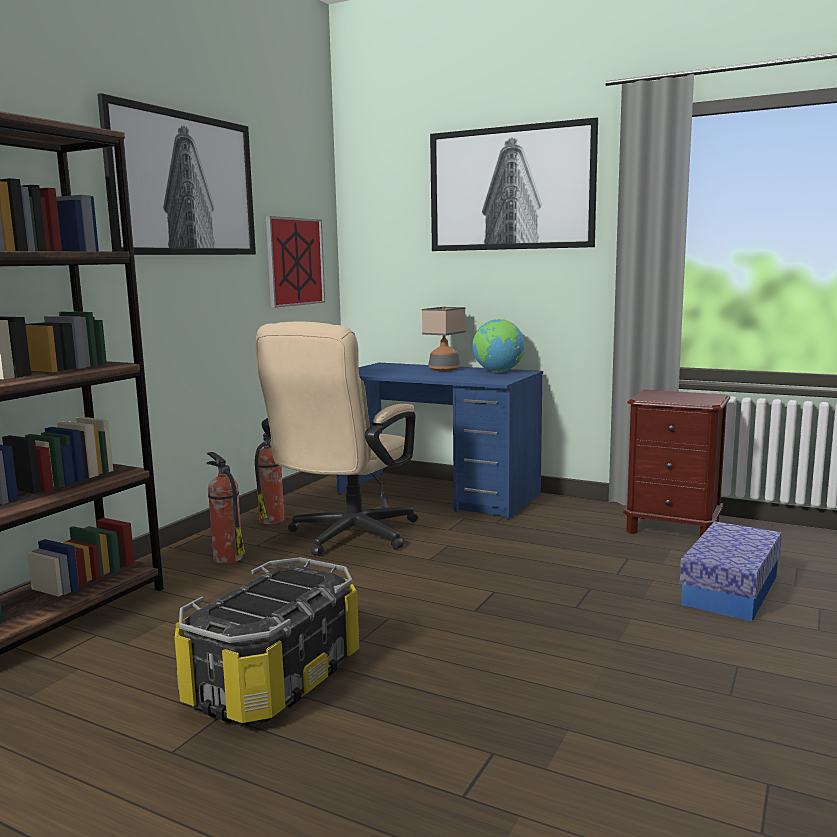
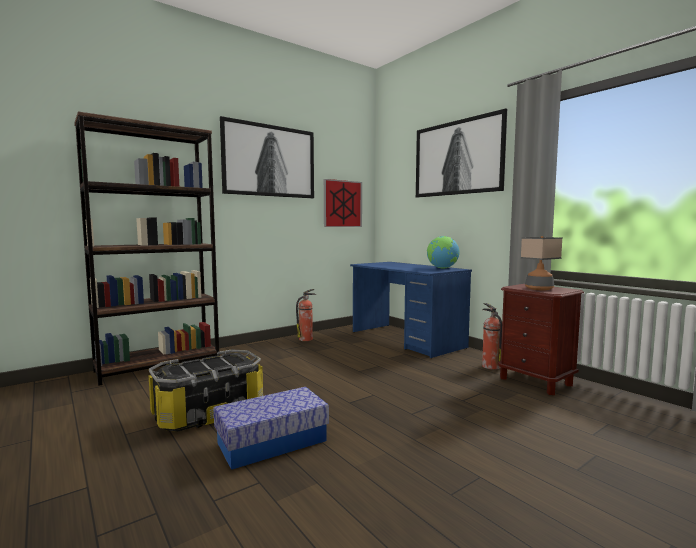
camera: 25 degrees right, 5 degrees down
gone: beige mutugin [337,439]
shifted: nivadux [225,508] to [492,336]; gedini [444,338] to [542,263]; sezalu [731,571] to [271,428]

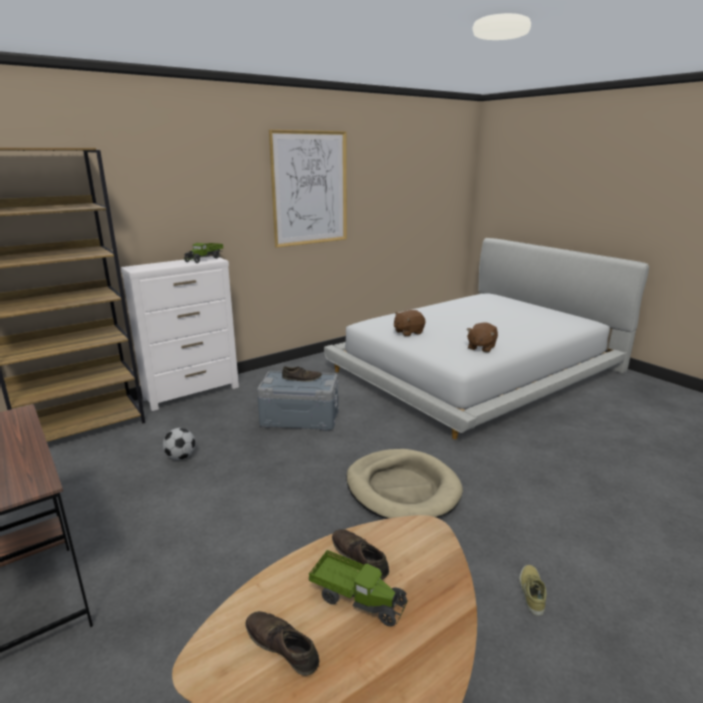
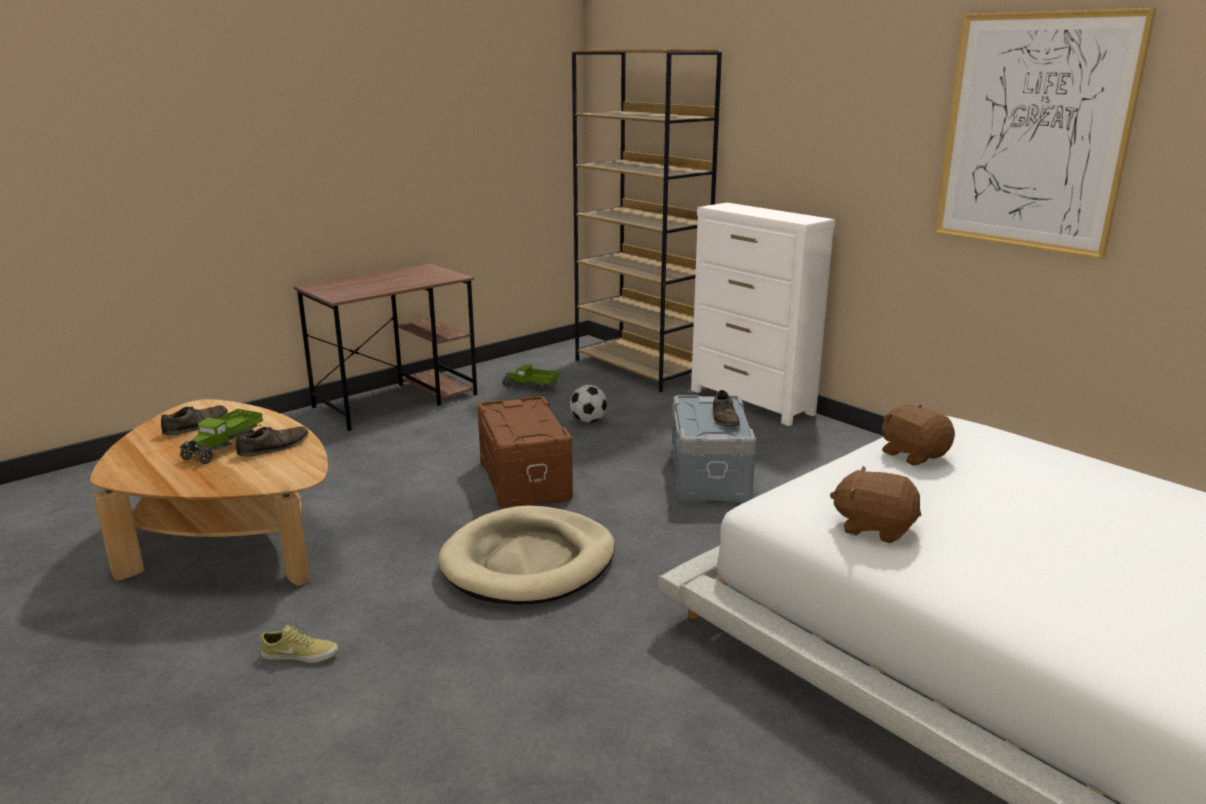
camera: 85 degrees right, 0 degrees up
new: brown sezalu [525,452]
shifted: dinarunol [203,253] to [530,379]

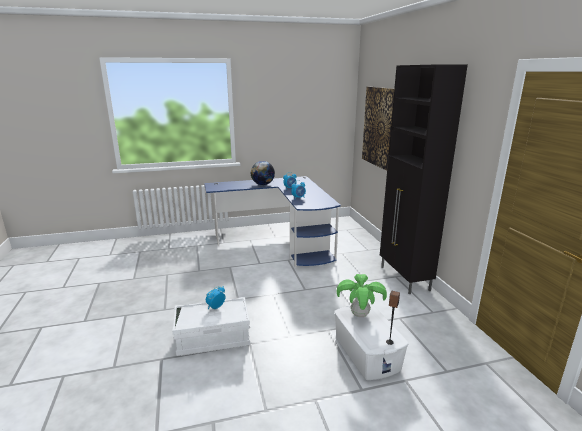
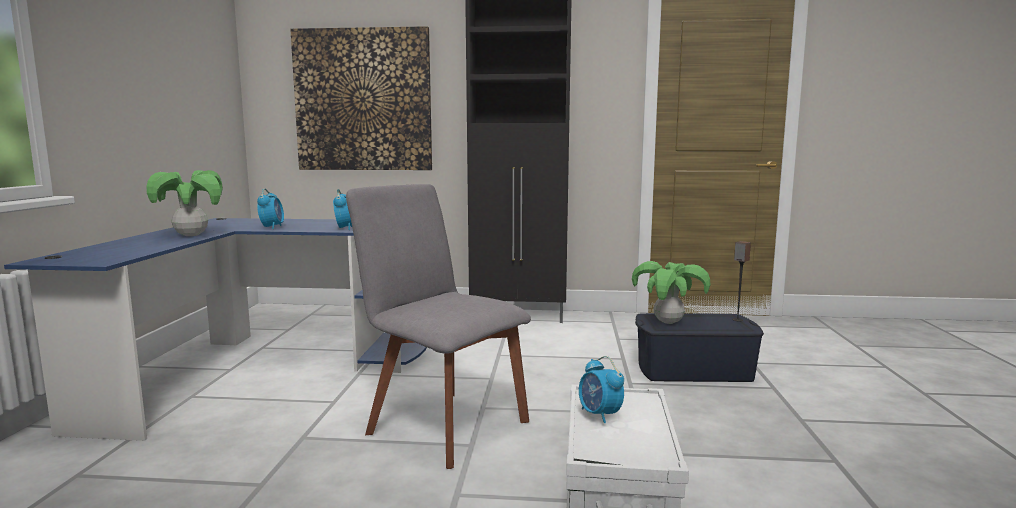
camera: 70 degrees left, 10 degrees down
new: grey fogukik [438,326]
swapped: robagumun [262,173] to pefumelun [185,203]
repainted: white sezalu [371,341] to blue sezalu [699,347]

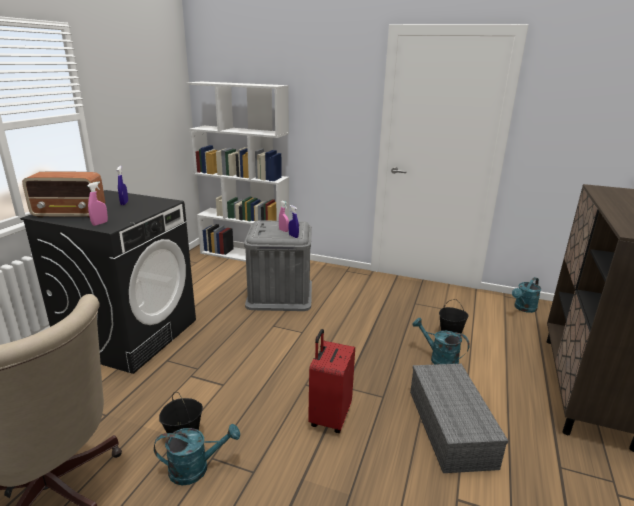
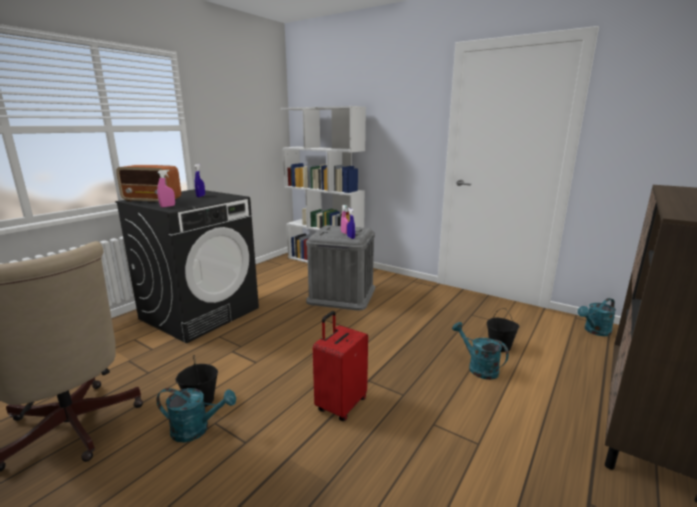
camera: 15 degrees right, 5 degrees down
gone: grey sezalu [459,418]

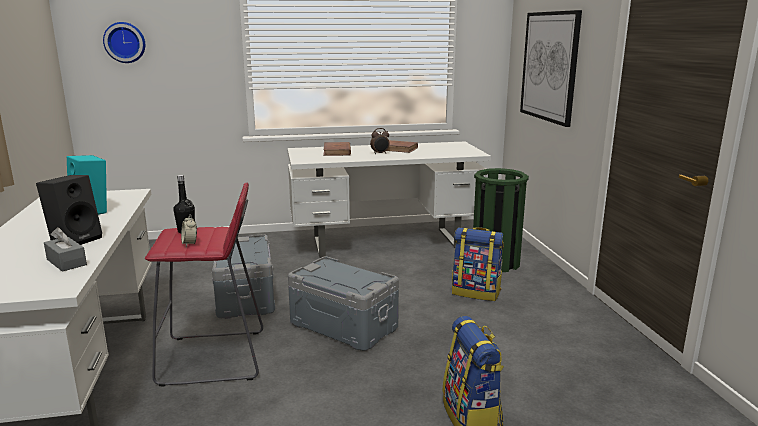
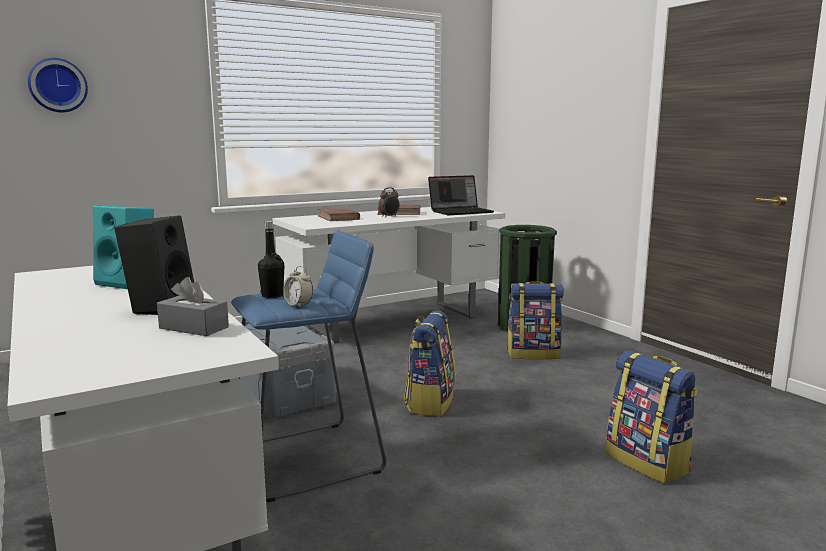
camera: 20 degrees left, 5 degrees down
gone: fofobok [551,68]
new: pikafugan [461,195]
swapped: grey sezalu [343,303] to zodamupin [430,363]
repainted: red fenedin [204,284] to blue fenedin [308,366]

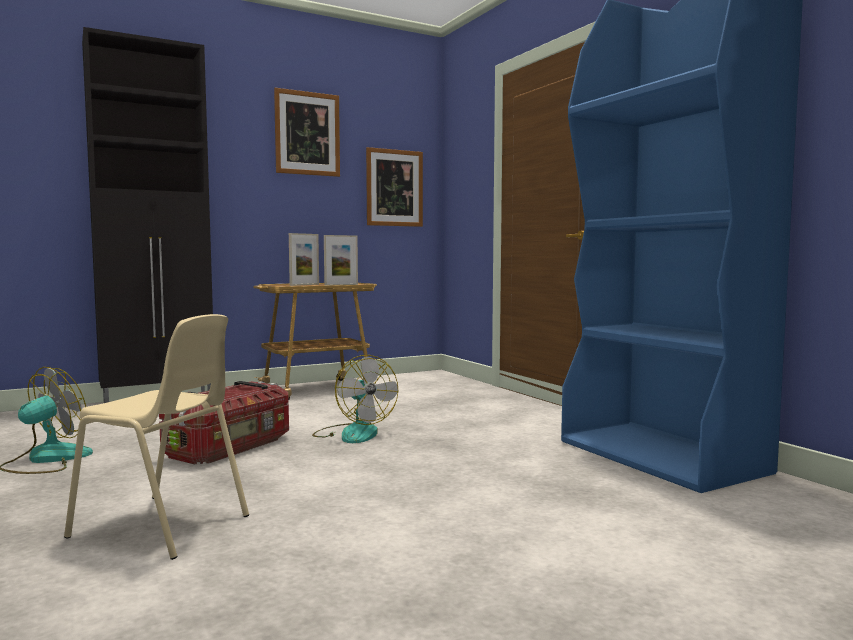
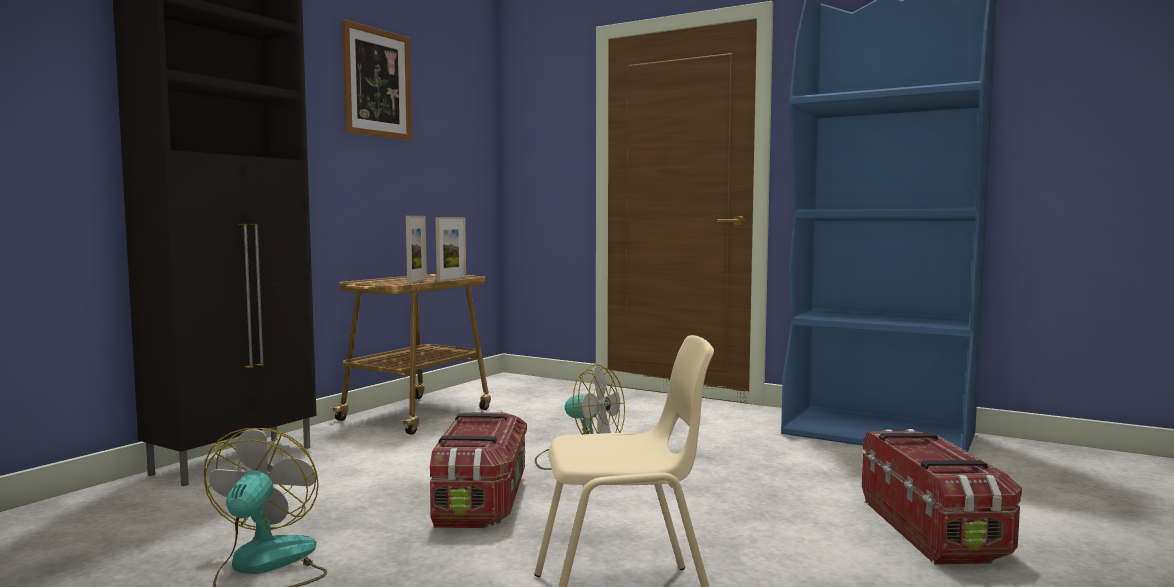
camera: 30 degrees left, 0 degrees up
gone: fofobok [394,187]
new: sezalu [942,497]

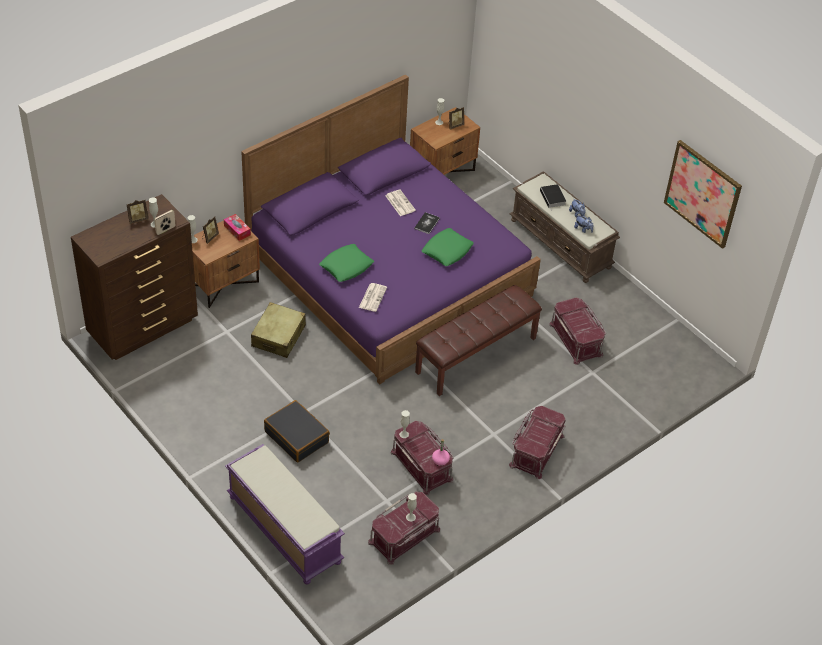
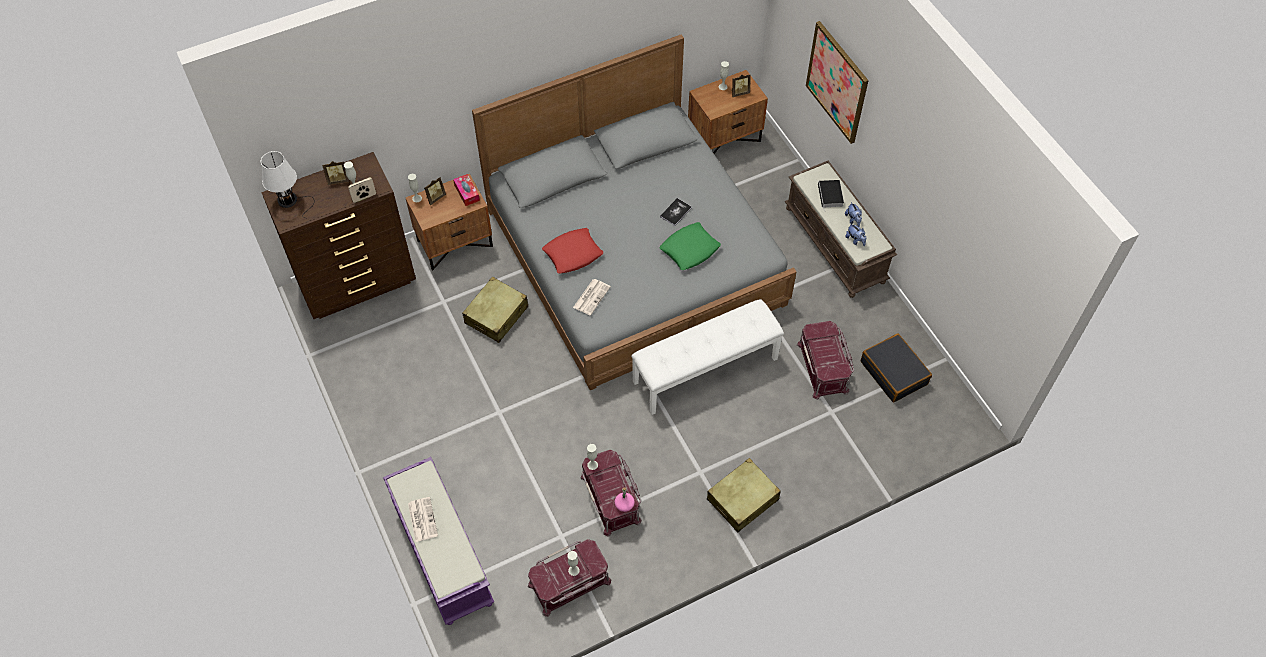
camera: 15 degrees right, 10 degrees up
new: white gedini [287,184]
shifted: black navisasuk [297,431] to [896,368]; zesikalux [400,203] to [423,519]; fofobok [703,194] to [837,82]
swapped: red sezalu [537,442] to beige navisasuk [744,495]
repainted: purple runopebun [391,229] to grey runopebun [634,212]; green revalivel [346,263] to red revalivel [572,250]; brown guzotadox [478,340] to white guzotadox [707,357]

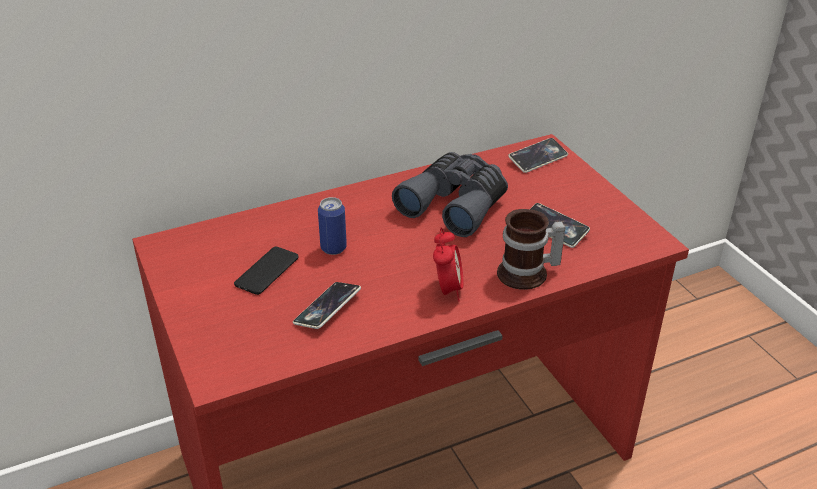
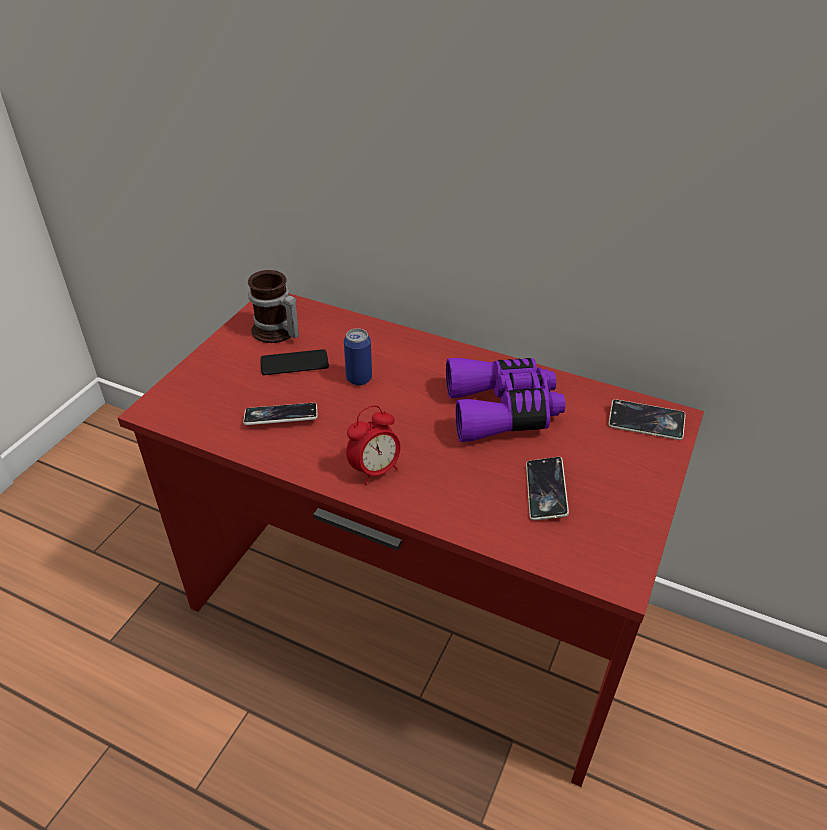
camera: 50 degrees right, 5 degrees up
shifted: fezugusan [531,249] to [273,306]
repainted: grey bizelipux [450,194] to purple bizelipux [505,400]

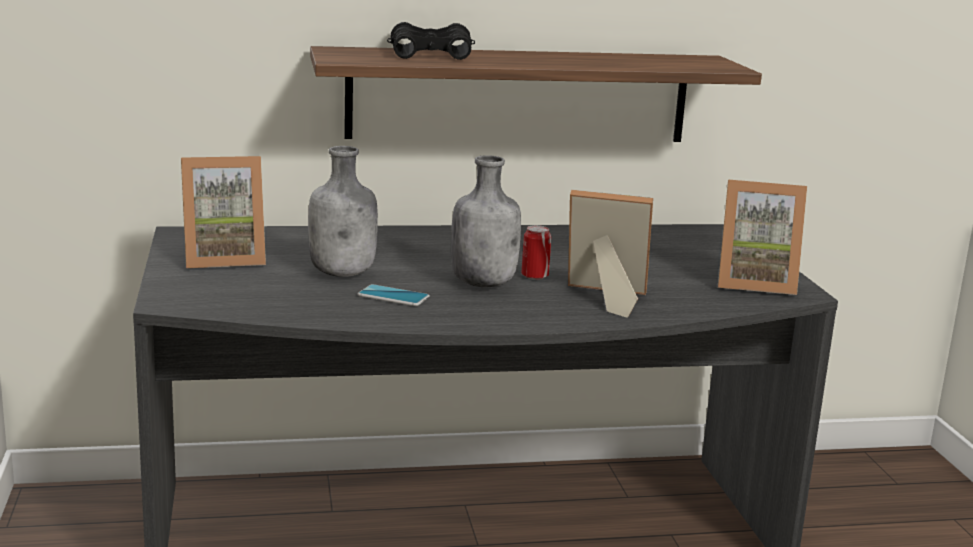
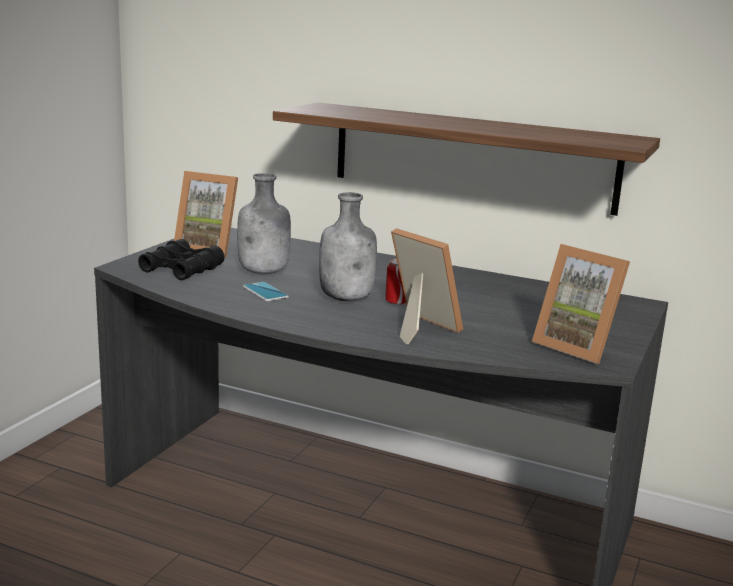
camera: 35 degrees right, 0 degrees up
shifted: black bizelipux [431,41] to [181,259]

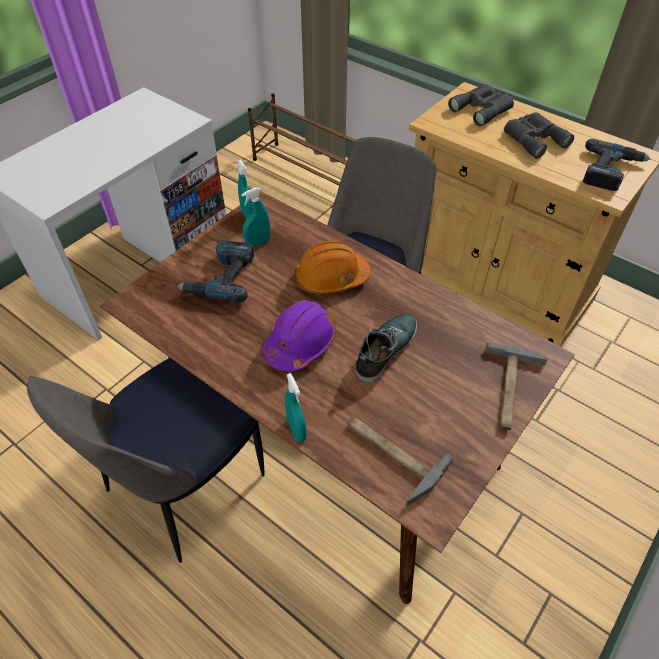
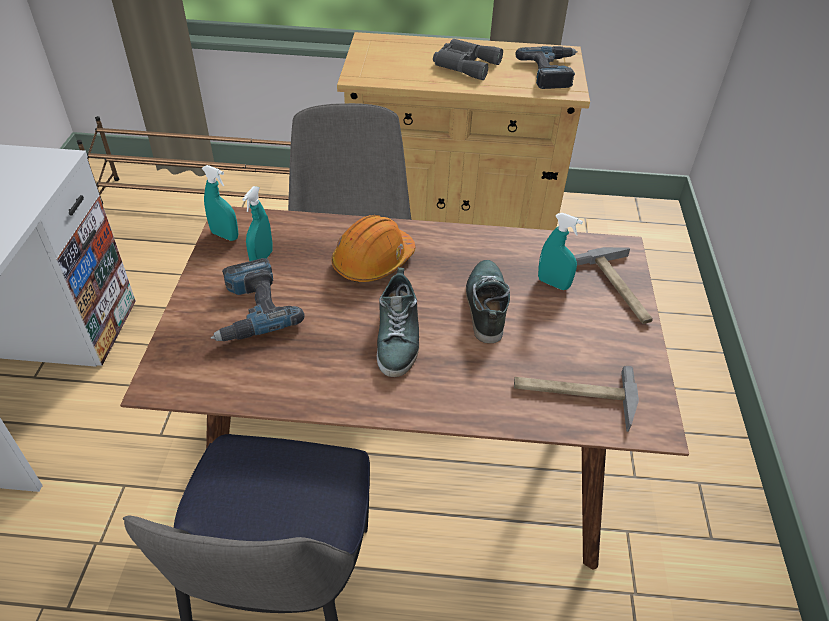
camera: 35 degrees left, 5 degrees down
gone: grey bizelipux [481,105]
shifted: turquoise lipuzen [296,408] to [560,251]
swapped: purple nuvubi [299,335] to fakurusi [398,322]

